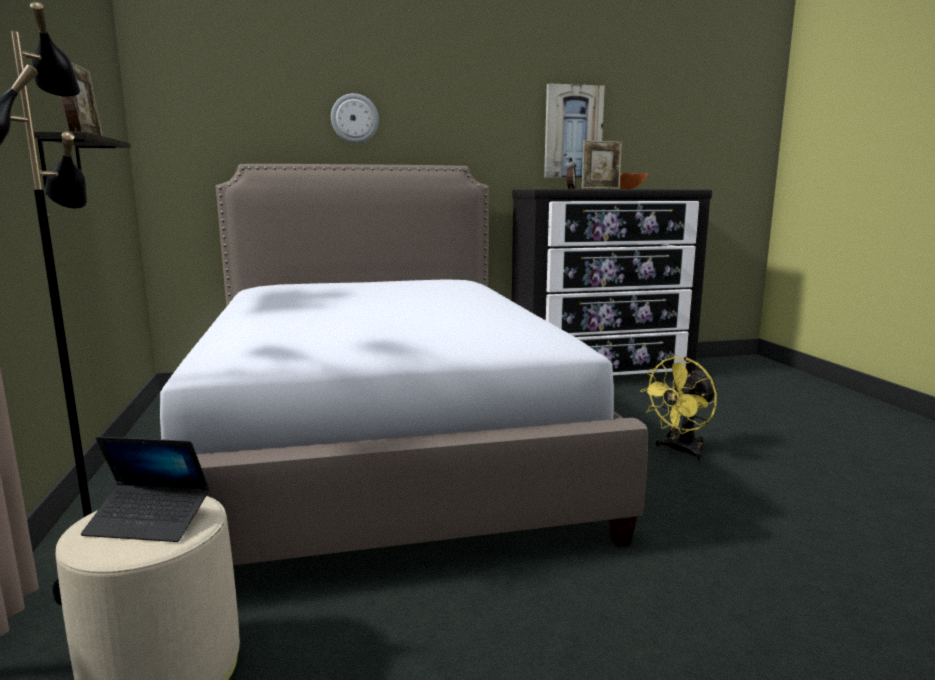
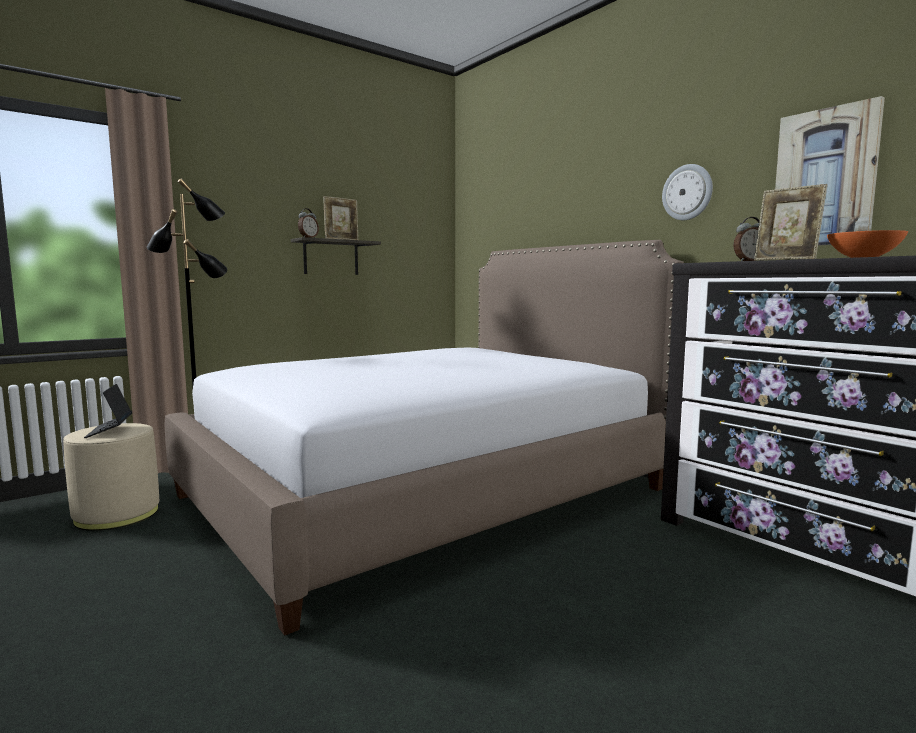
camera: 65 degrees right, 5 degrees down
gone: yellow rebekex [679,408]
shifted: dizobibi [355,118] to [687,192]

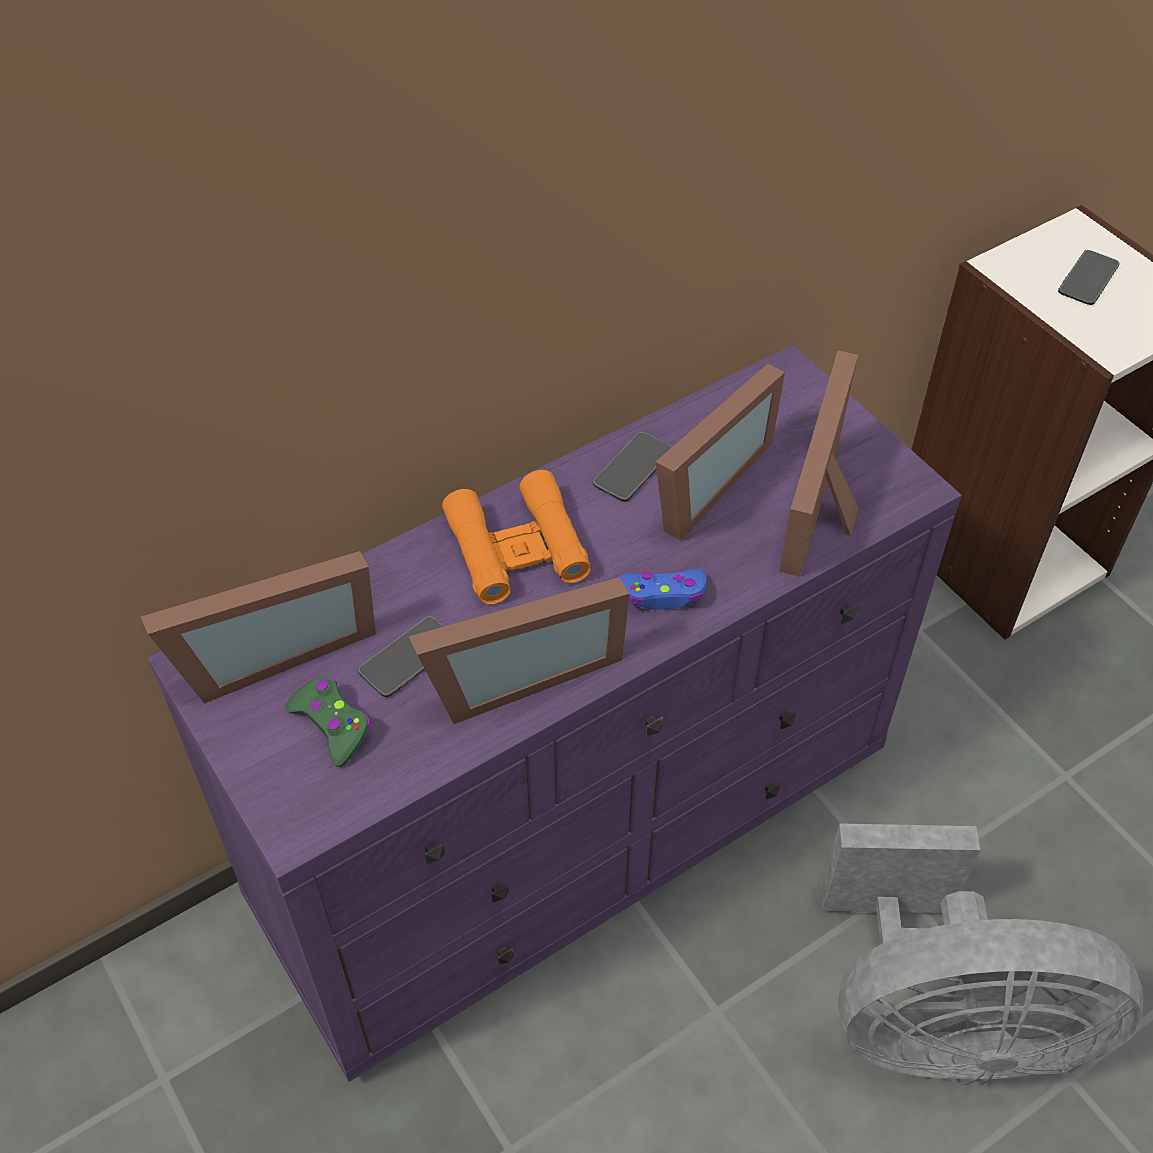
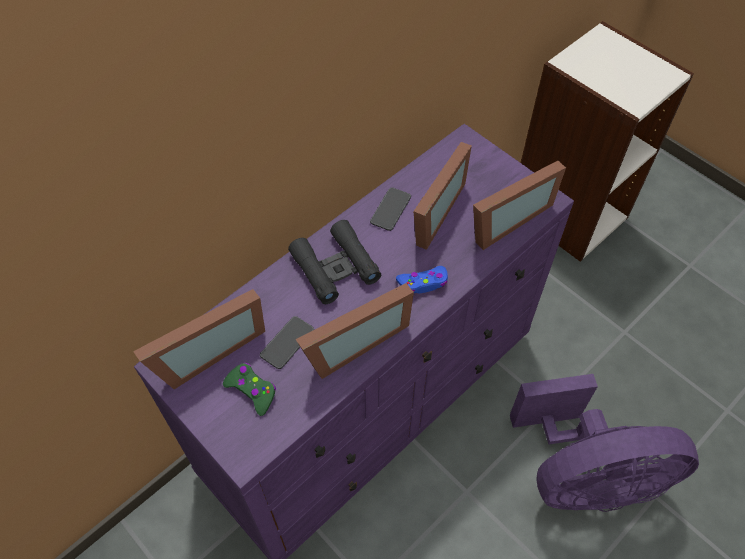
camera: 10 degrees left, 5 degrees up
gone: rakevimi [1089,277]
repainted: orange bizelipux [516,537] to black bizelipux [334,262]; grey rebekex [982,954] to purple rebekex [604,443]
rotated: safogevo [818,464] = [519,205] 135 degrees counterclockwise

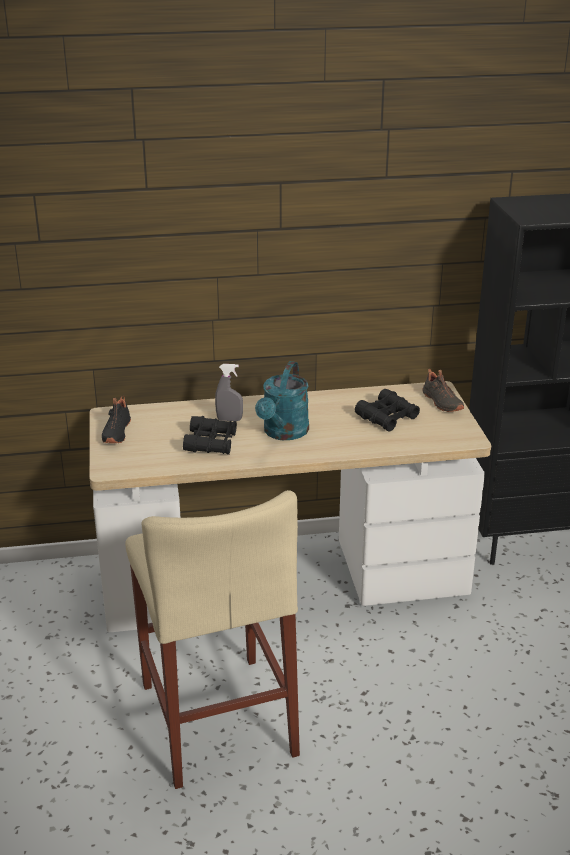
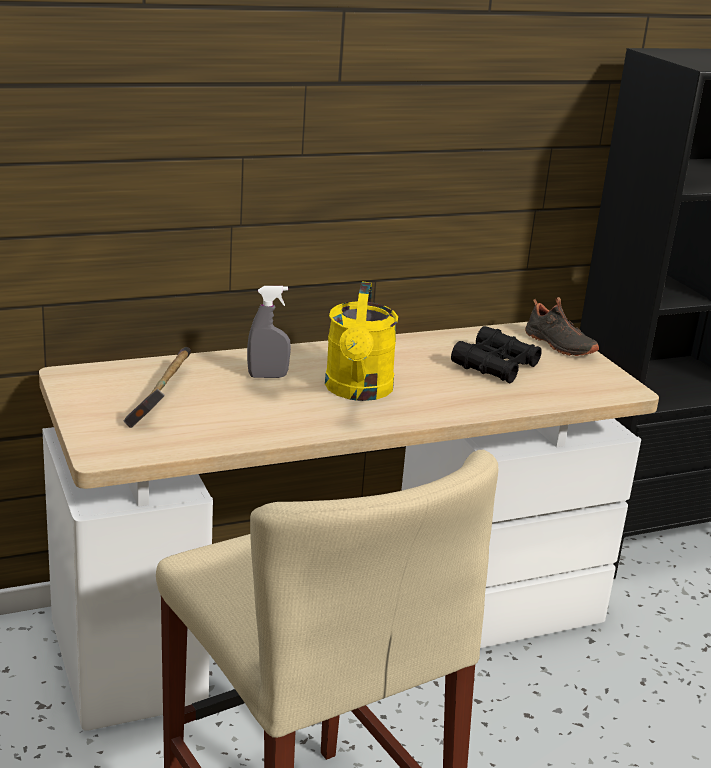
camera: 15 degrees left, 5 degrees down
gone: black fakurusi [116,419]; black bizelipux [210,435]
new: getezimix [157,387]
repainted: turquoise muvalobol [282,400] to yellow muvalobol [361,341]

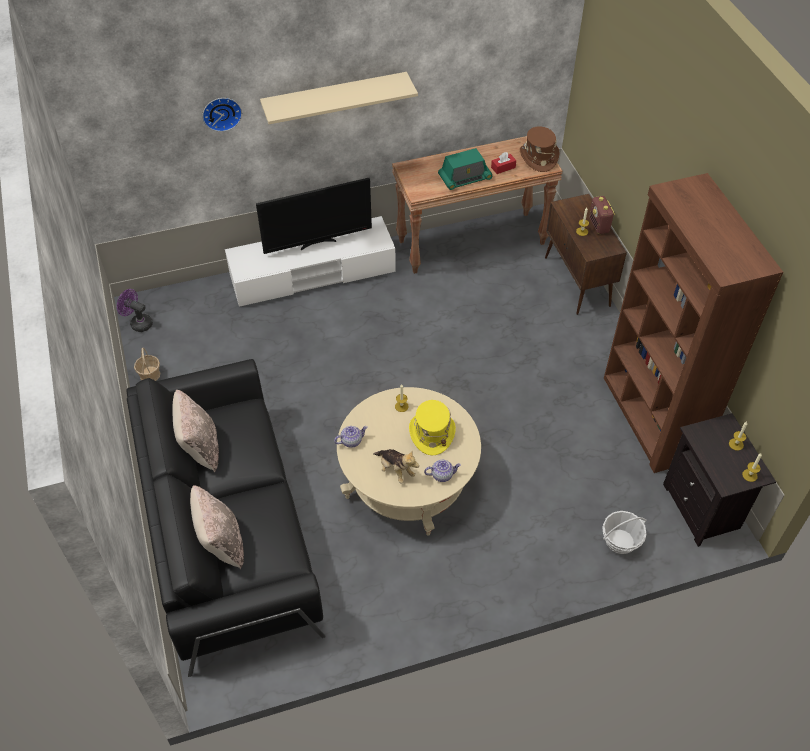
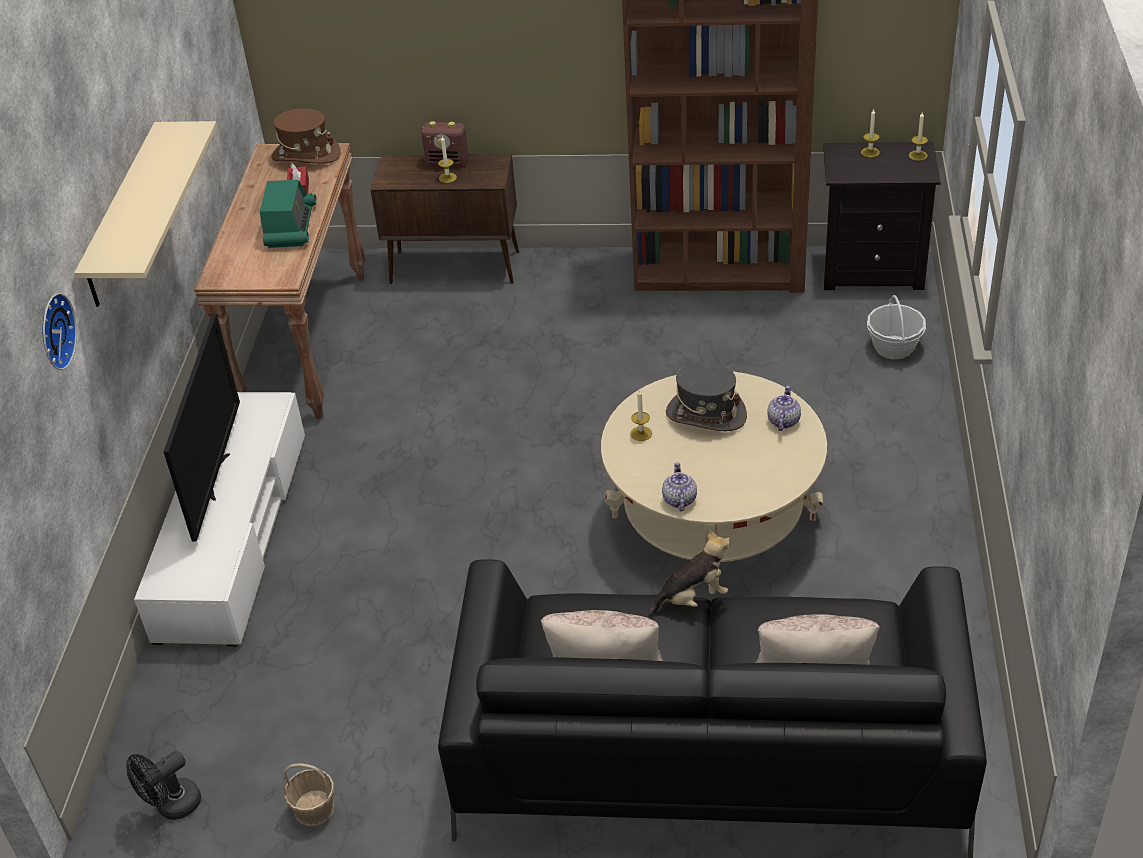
camera: 65 degrees left, 10 degrees down
shifted: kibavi [396,466] to [688,573]
repainted: purple rebekex [135,310] to black rebekex [163,785]; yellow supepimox [432,427] to grey supepimox [706,396]

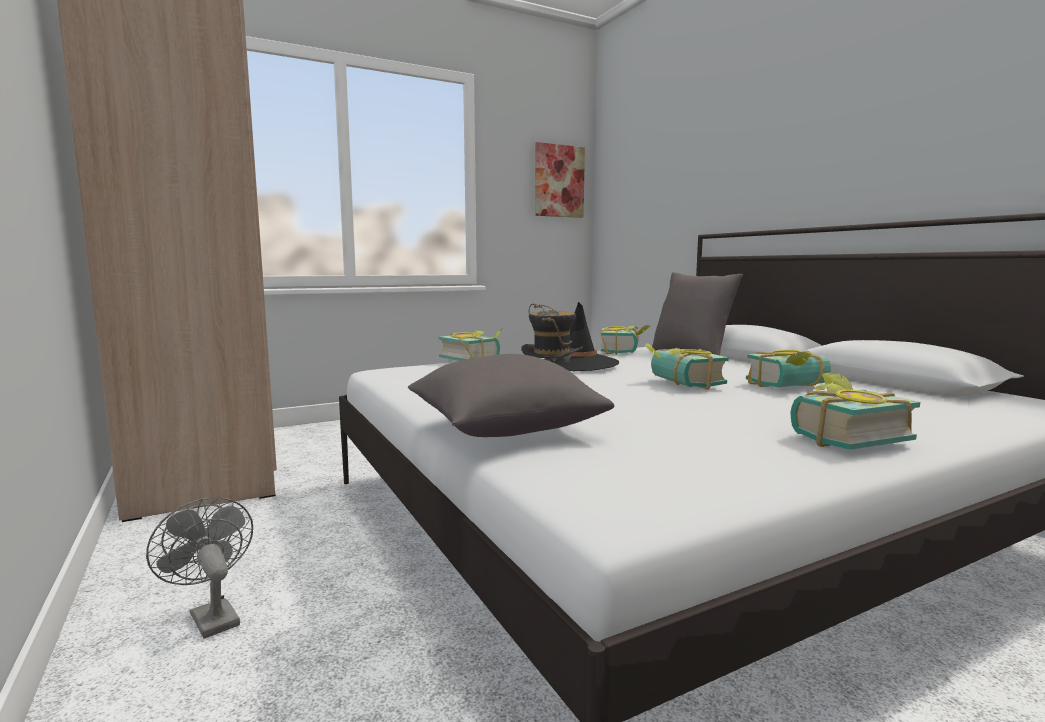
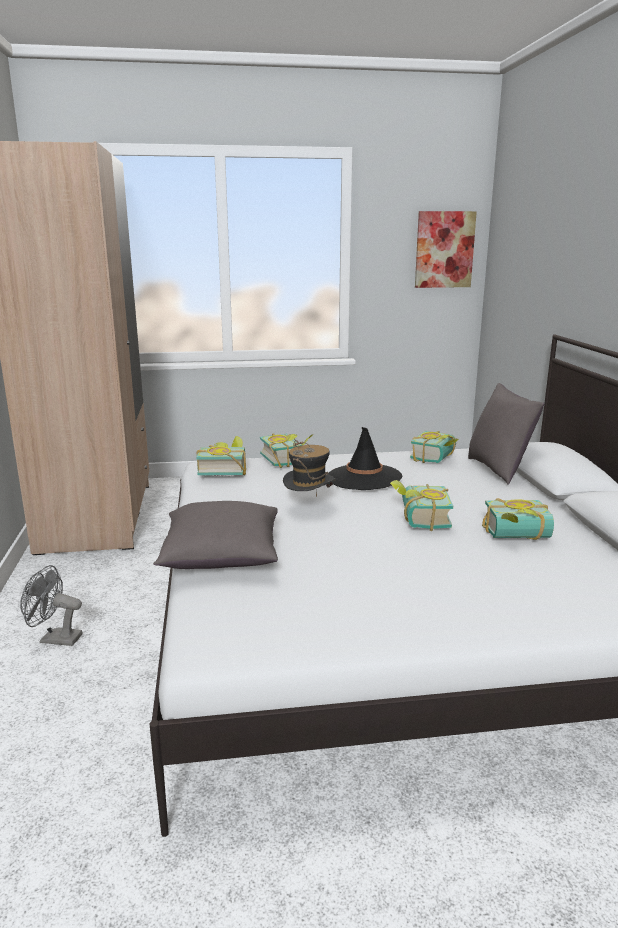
camera: 20 degrees right, 10 degrees up
shifted: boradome [855,411] to [221,455]
rotated: grey rebekex [199,568] = [51,605] 60 degrees counterclockwise

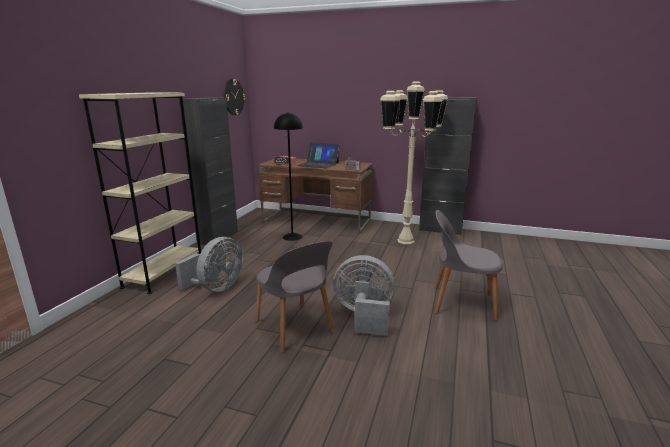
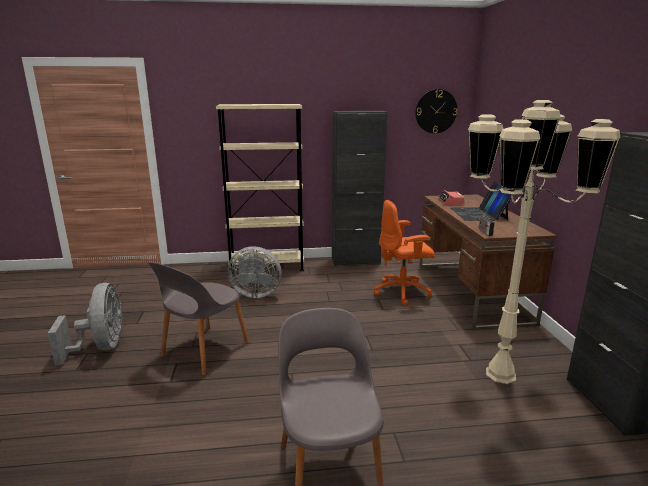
camera: 65 degrees right, 0 degrees up
shifted: grey rebekex [364,295] to [85,324]
swapped: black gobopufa [288,176] to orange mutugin [404,252]

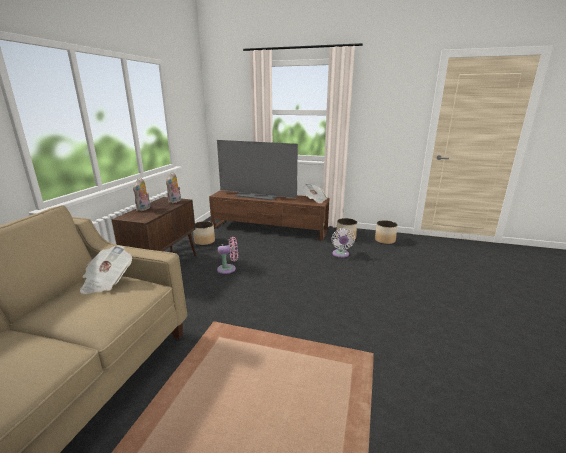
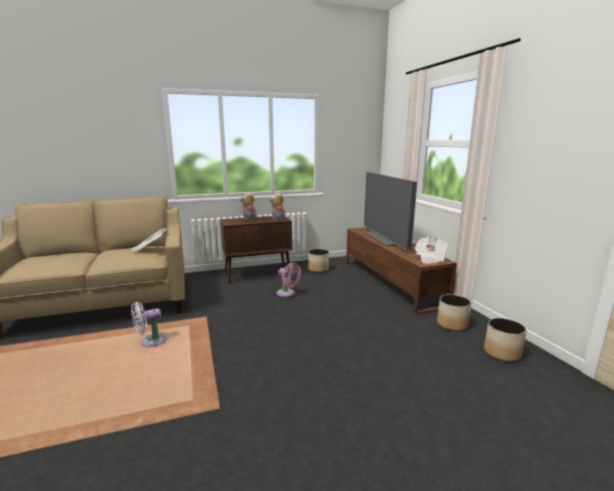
camera: 55 degrees right, 5 degrees down
shifted: white rebekex [343,243] to [149,324]

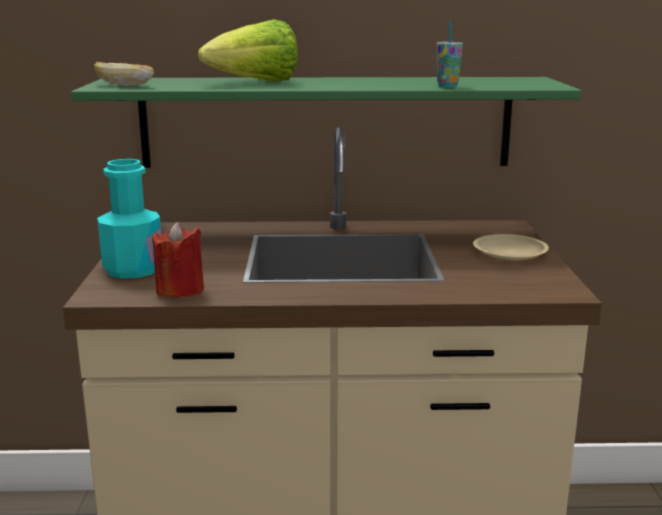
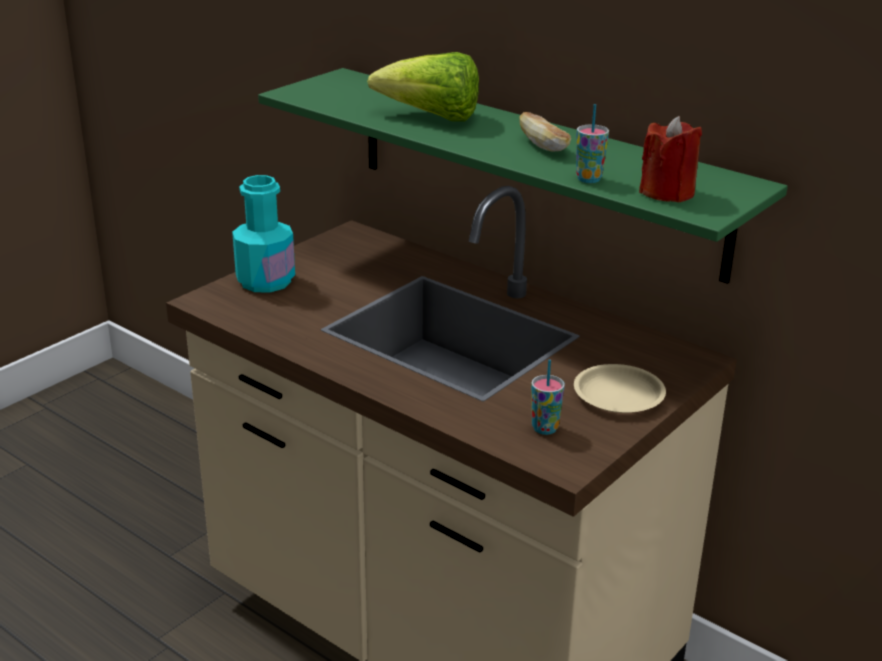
camera: 40 degrees right, 10 degrees up
new: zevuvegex [548,397]
shifted: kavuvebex [124,74] to [545,132]; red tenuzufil [178,260] to [670,159]

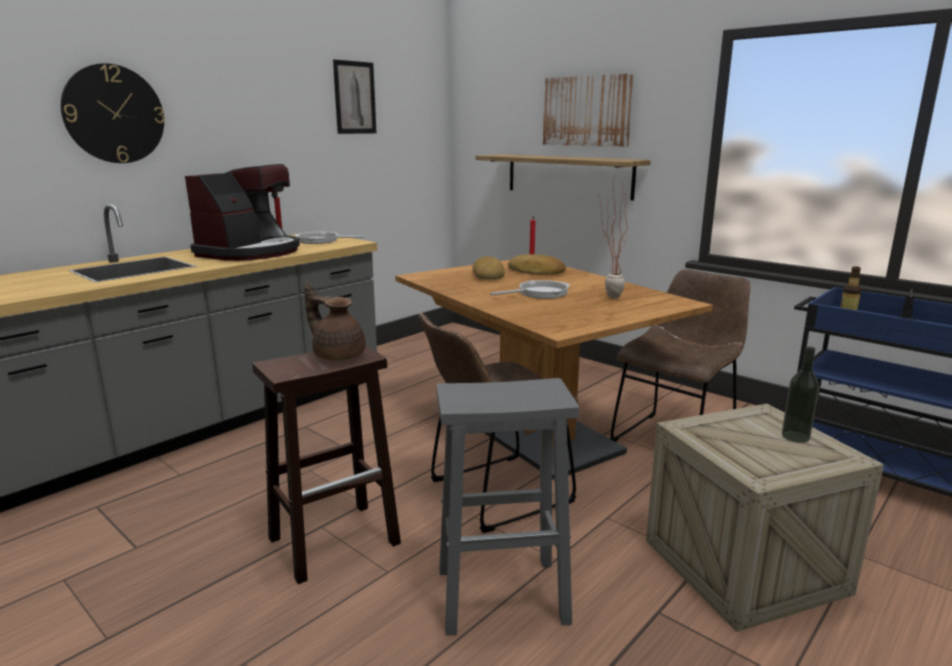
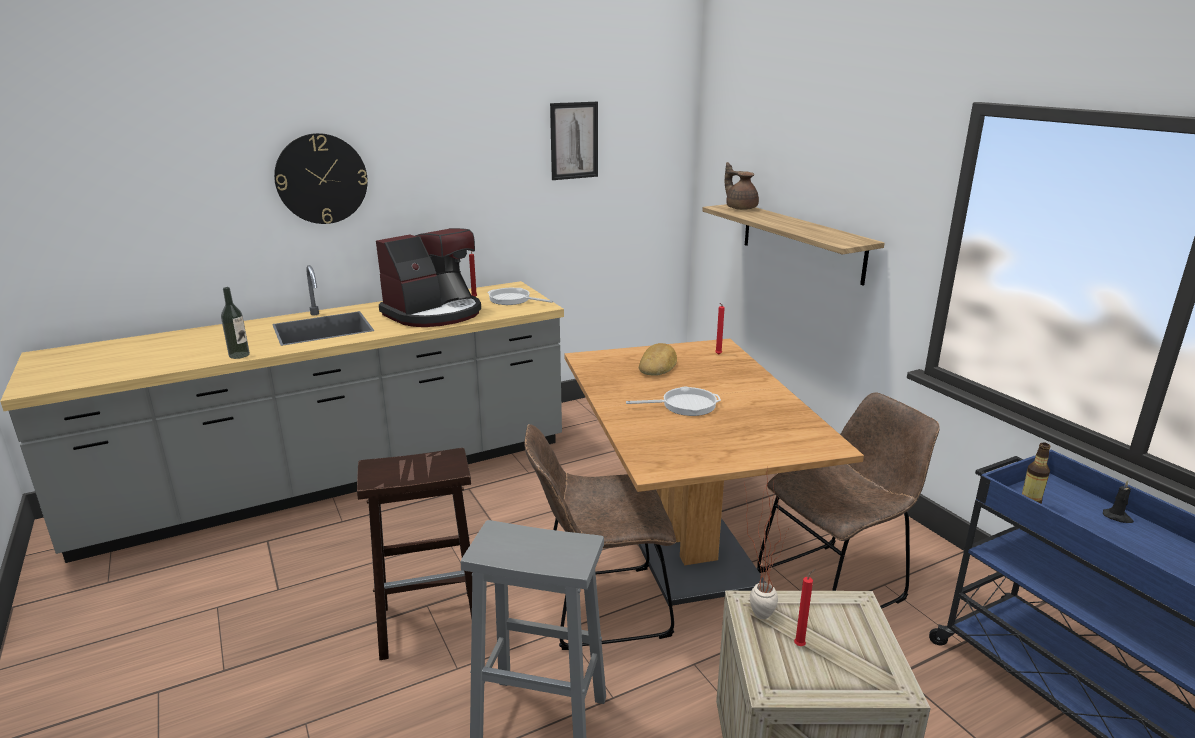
camera: 20 degrees right, 5 degrees up
gone: kavuvebex [537,264]; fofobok [588,110]
new: red tenuzufil [805,607]
shifted: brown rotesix [335,321] to [742,186]; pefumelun [614,238] to [766,542]; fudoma [800,394] to [235,323]

